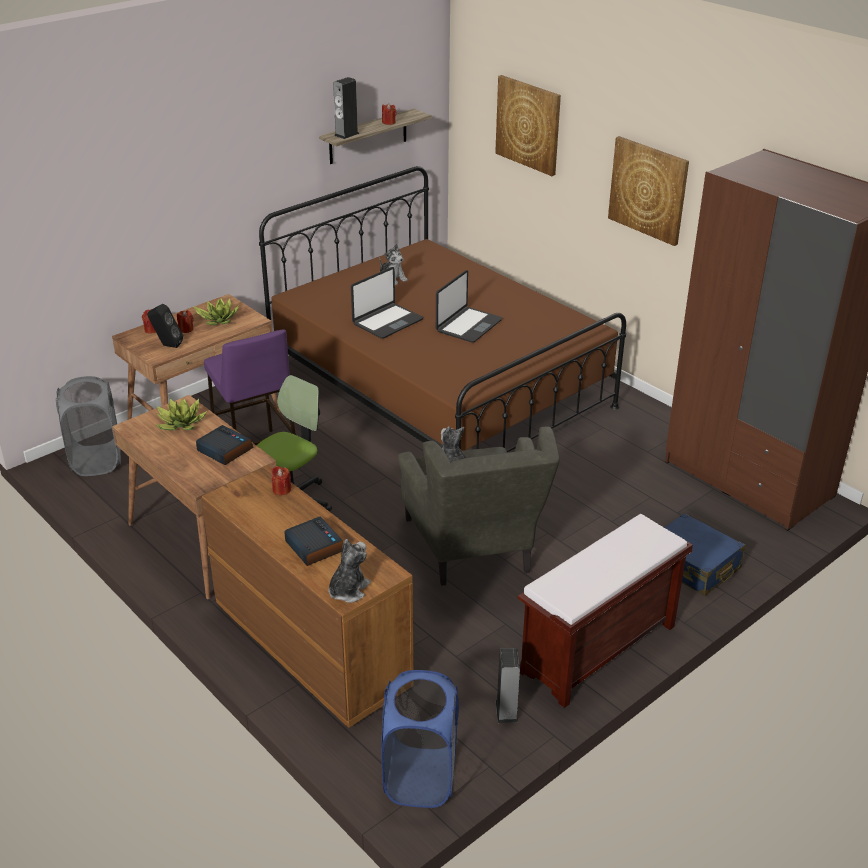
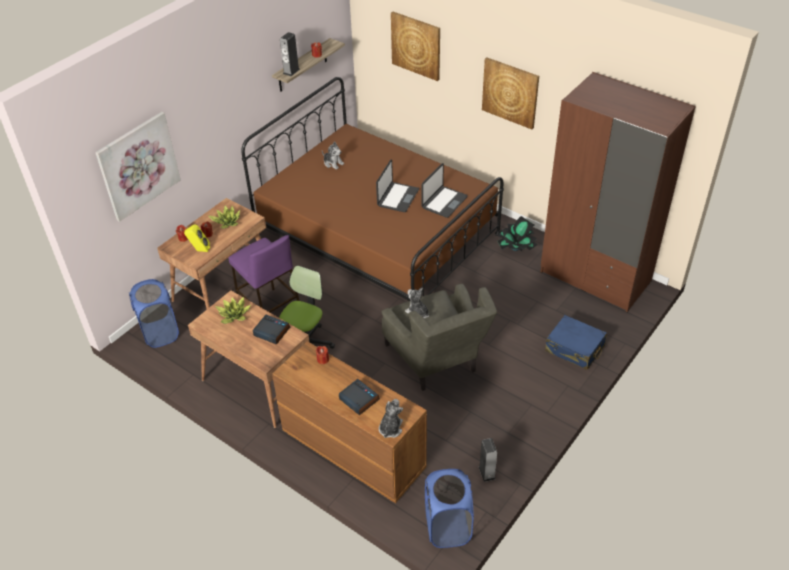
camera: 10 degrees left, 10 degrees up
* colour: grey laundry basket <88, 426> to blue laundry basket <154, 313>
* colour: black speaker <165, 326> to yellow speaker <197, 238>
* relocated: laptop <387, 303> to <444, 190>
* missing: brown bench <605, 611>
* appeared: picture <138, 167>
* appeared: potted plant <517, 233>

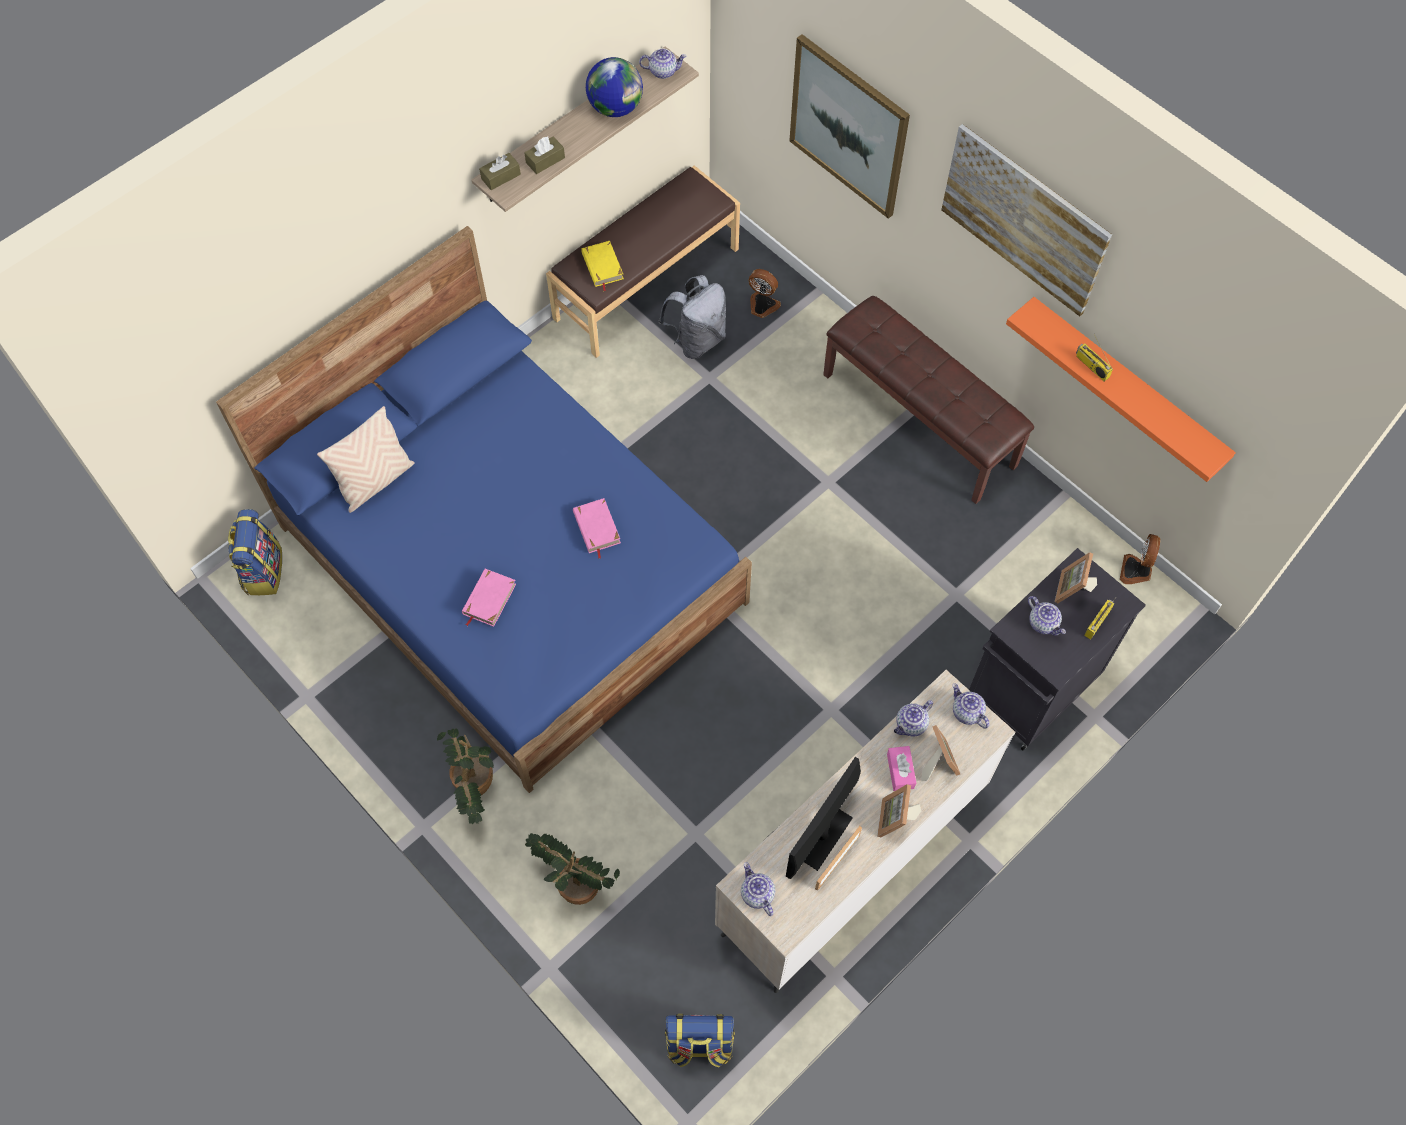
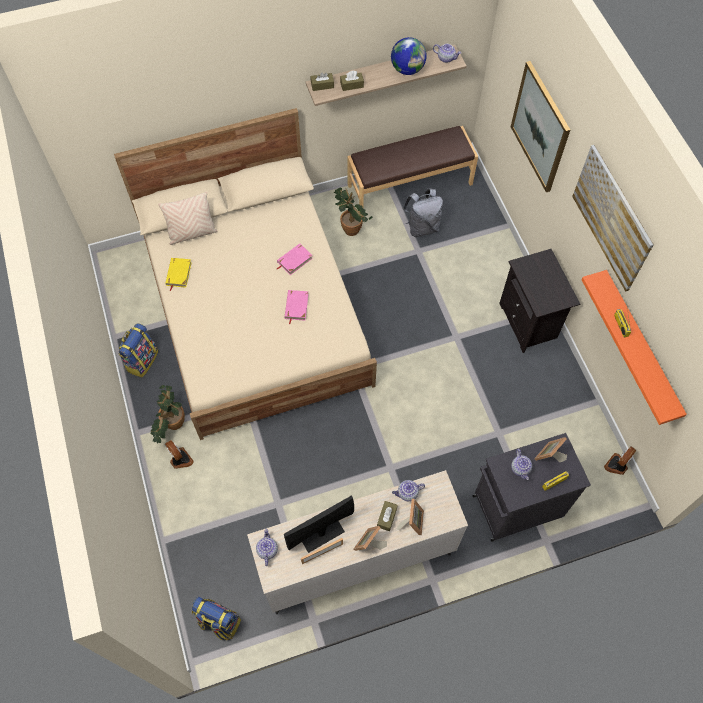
camera: 25 degrees right, 0 degrees up
* colour: blue bed <484, 509> to beige bed <245, 274>
* relocated: backpack <255, 552> to <138, 350>
* relocated: pink book <489, 598> to <294, 259>
* relocated: potted plant <572, 869> to <353, 211>
* relocated: yellow book <602, 266> to <178, 274>
* relocated: fan <765, 293> to <179, 454>
* exchanged: brown bench <928, 400> to black nightstand <539, 301>
* colour: pink tissue box <901, 768> to brown tissue box <387, 516>
* missing: teapot <970, 706>

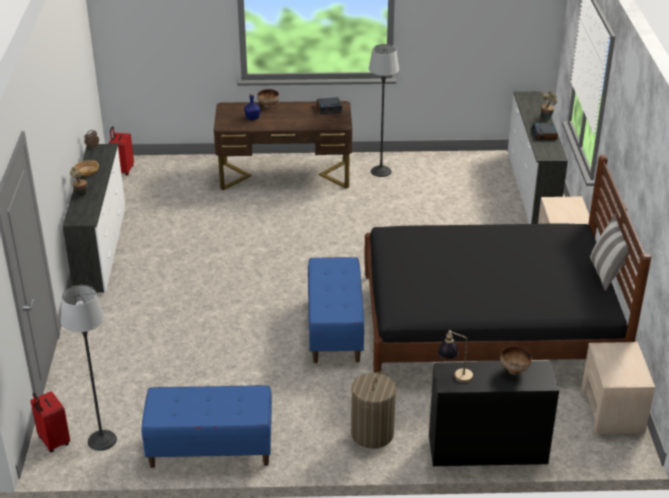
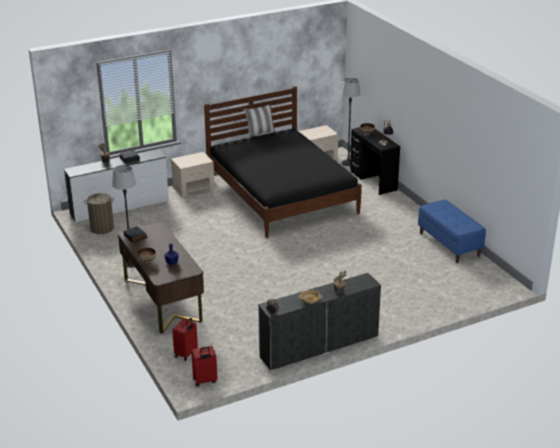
camera: 115 degrees left, 5 degrees down
* relocated: red suitcase <50, 421> to <185, 339>
* relocated: floor lamp <89, 368> to <351, 122>
* missing: blue bench <336, 310>
* relocated: laundry basket <373, 410> to <99, 213>

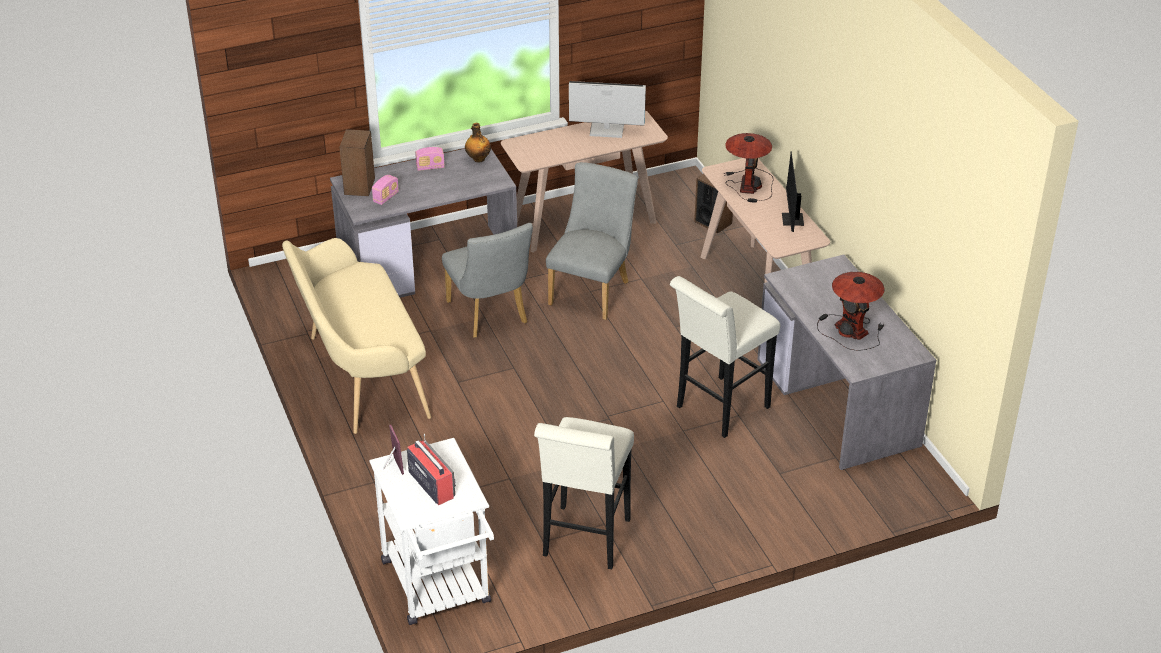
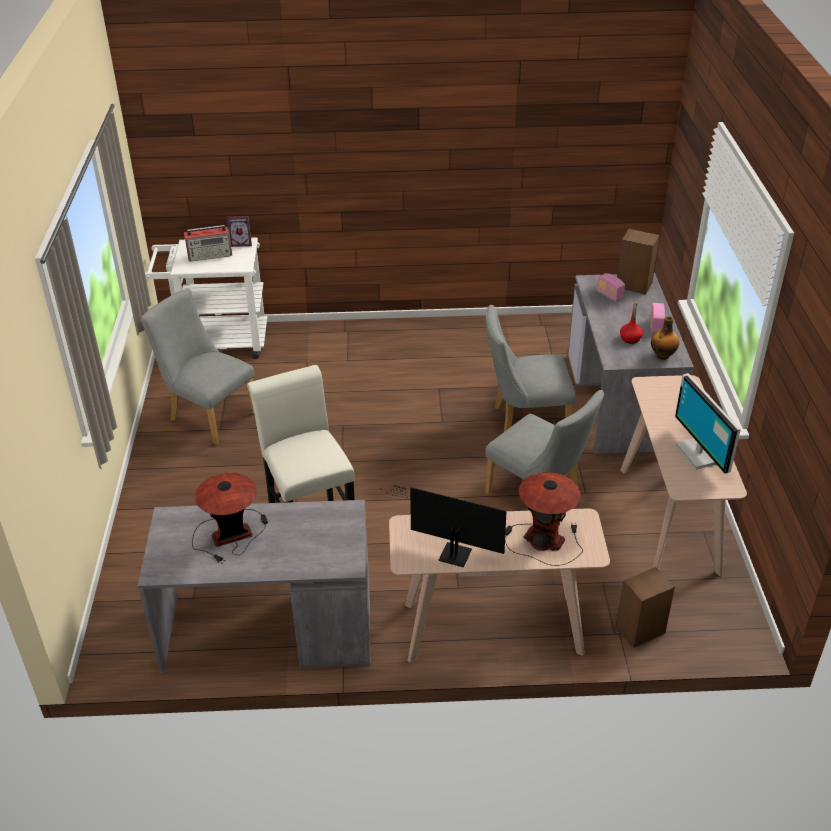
camera: 110 degrees right, 0 degrees up
* missing: beige bench <356, 336>
* exchanged: white stool <584, 493> to grey chair <197, 367>
* spun: monitor <607, 109> = <708, 423> 135 degrees clockwise
* appeared: red bottle <631, 322>

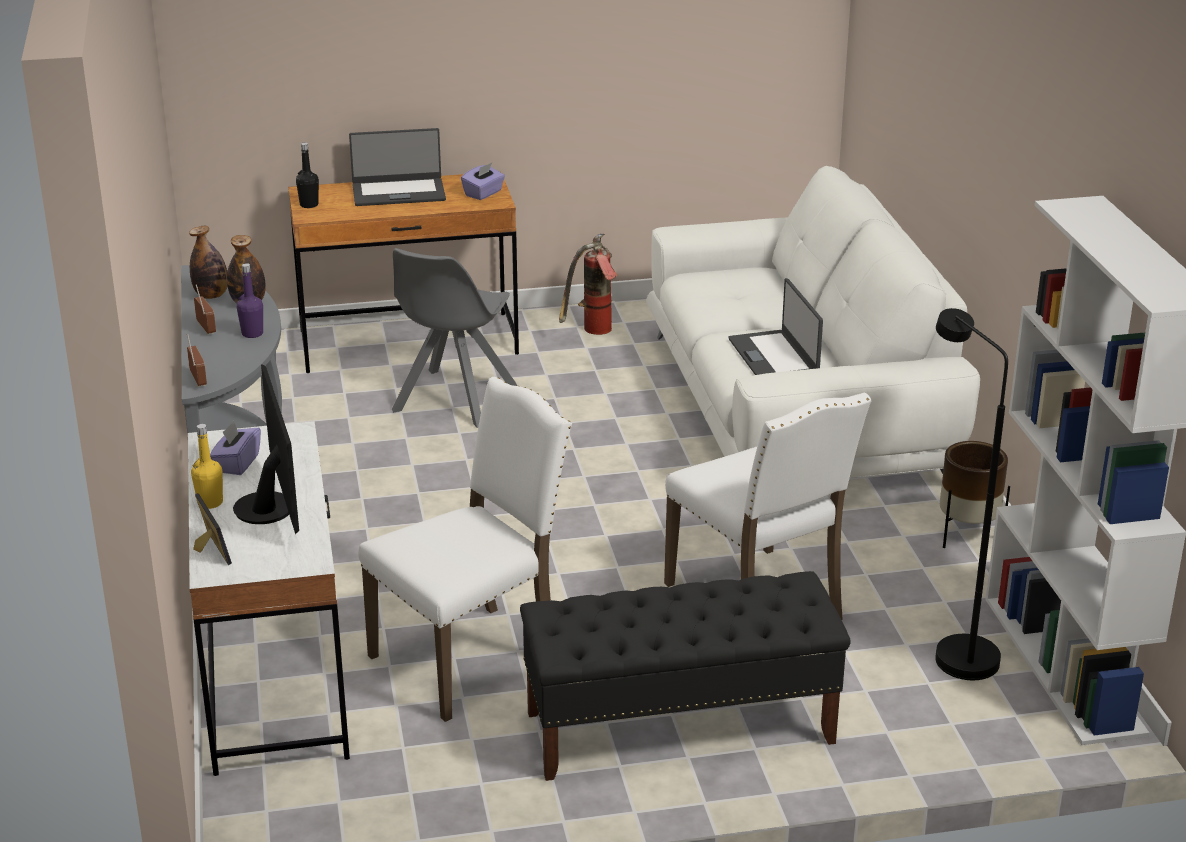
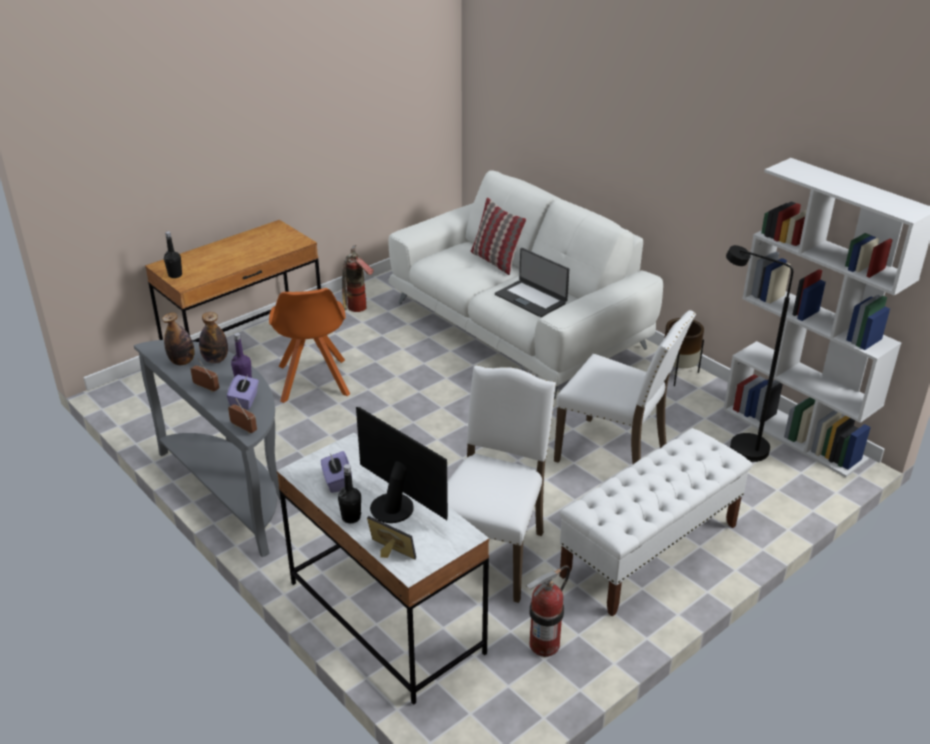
camera: 30 degrees left, 5 degrees up
* colour: yellow bottle <207, 466> to black bottle <349, 494>
* missing: laptop <397, 167>
* colour: grey chair <454, 338> to orange chair <309, 345>
* relocated: purple tissue box <483, 181> to <243, 392>
* colour: black bench <685, 676> to white bench <656, 522>
* appeared: pillow <498, 236>
* appeared: fire extinguisher <548, 611>

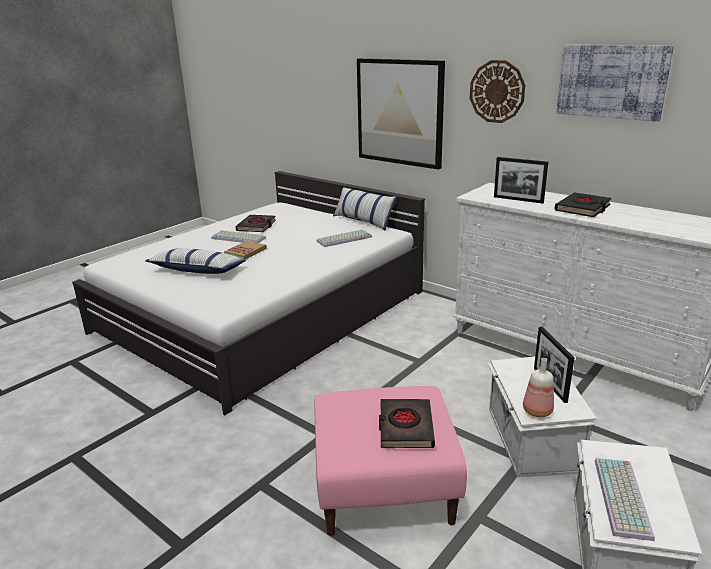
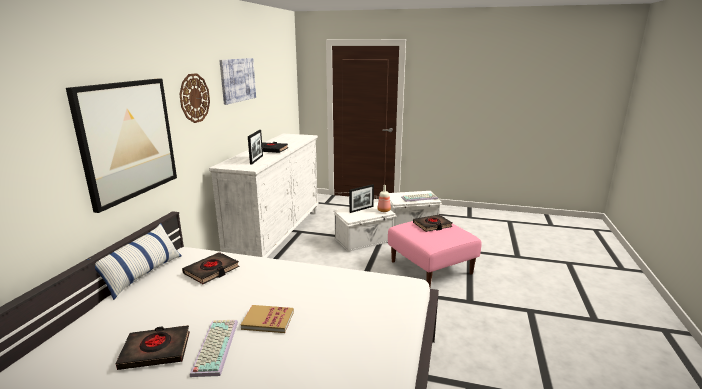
camera: 115 degrees left, 5 degrees down
* missing: pillow <195, 261>
* exchanged: keyboard <344, 238> to black book <210, 268>

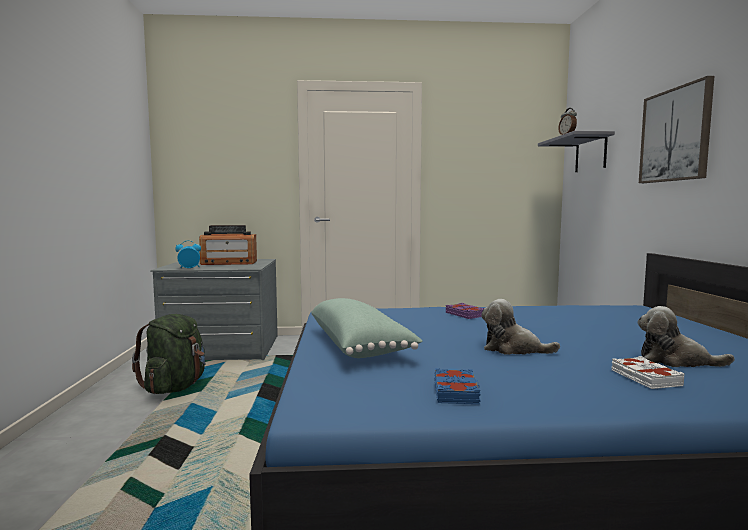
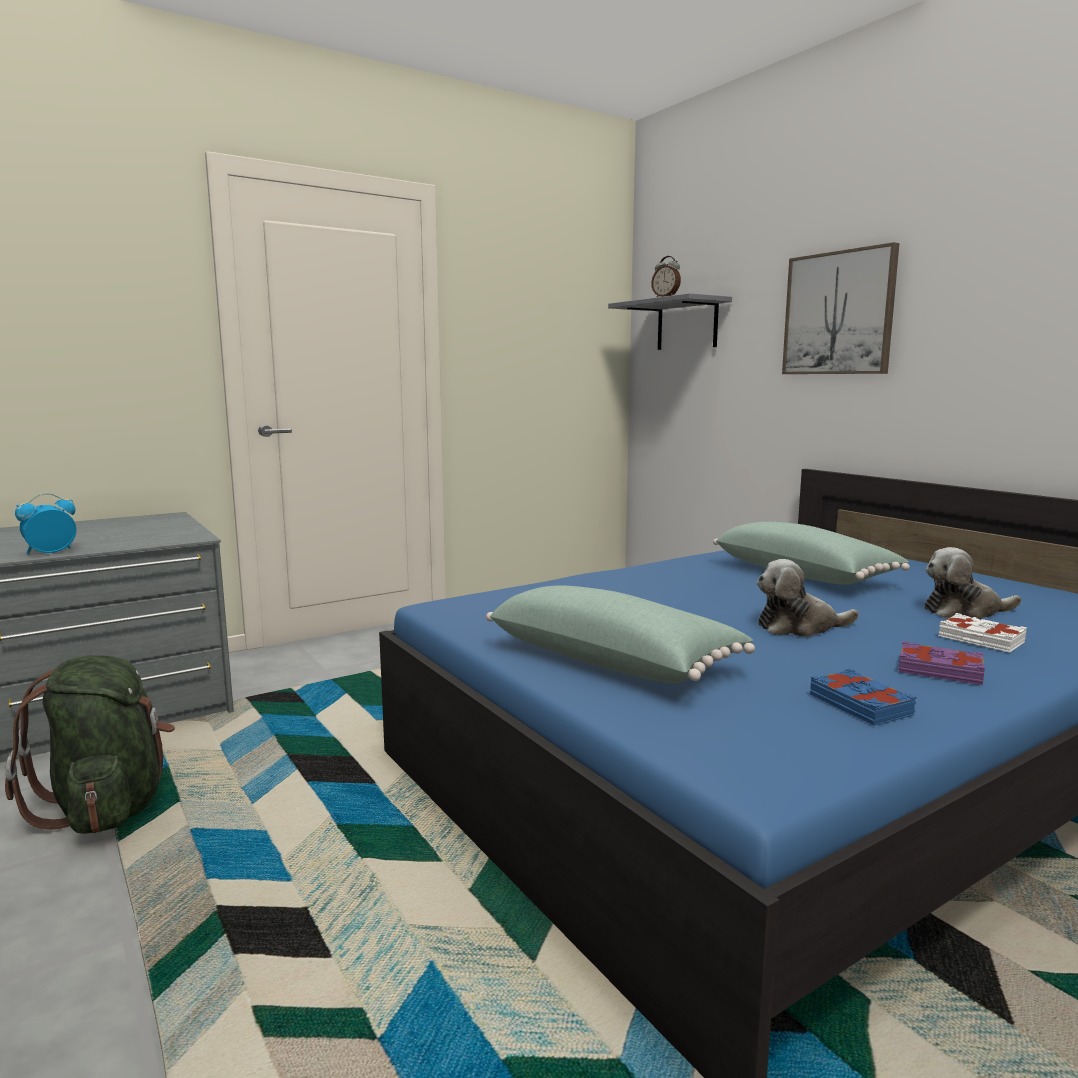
camera: 30 degrees left, 5 degrees up
* missing: radio <228, 245>
* relocated: purple book <465, 311> to <942, 663>
* appeared: green pillow <811, 553>

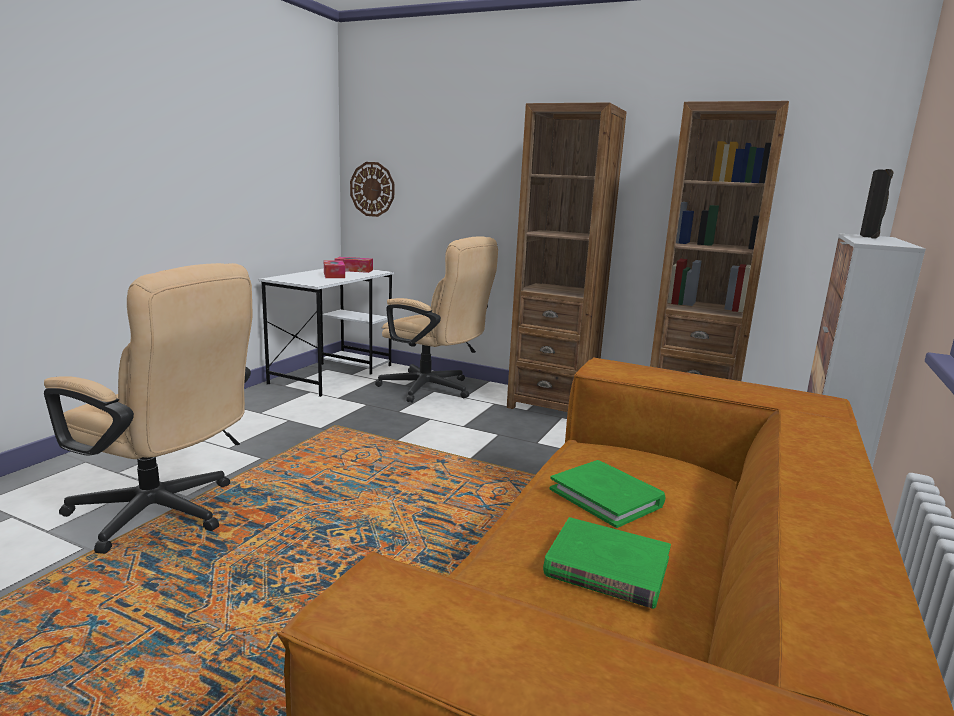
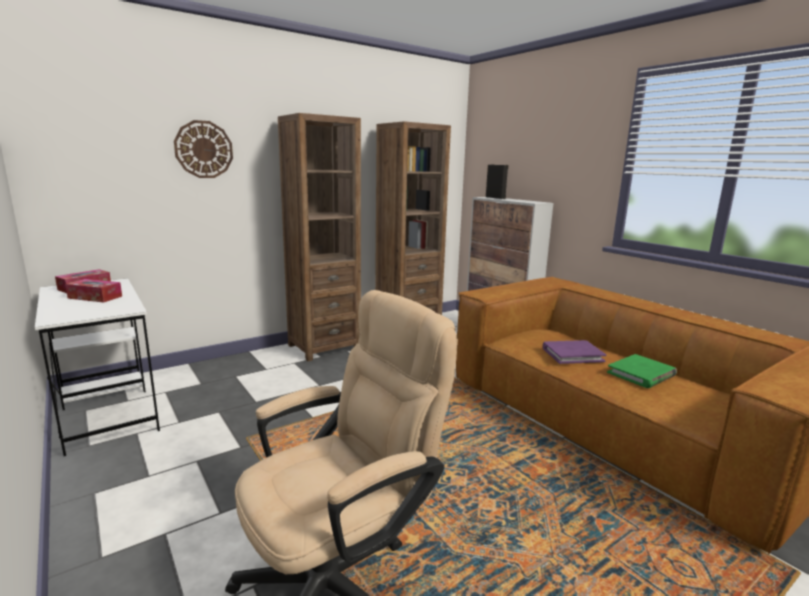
camera: 60 degrees left, 0 degrees up
* relocated: wall clock <372, 189> to <203, 149>
* missing: beige office chair <436, 319>
* colour: green book <607, 494> to purple book <574, 352>

